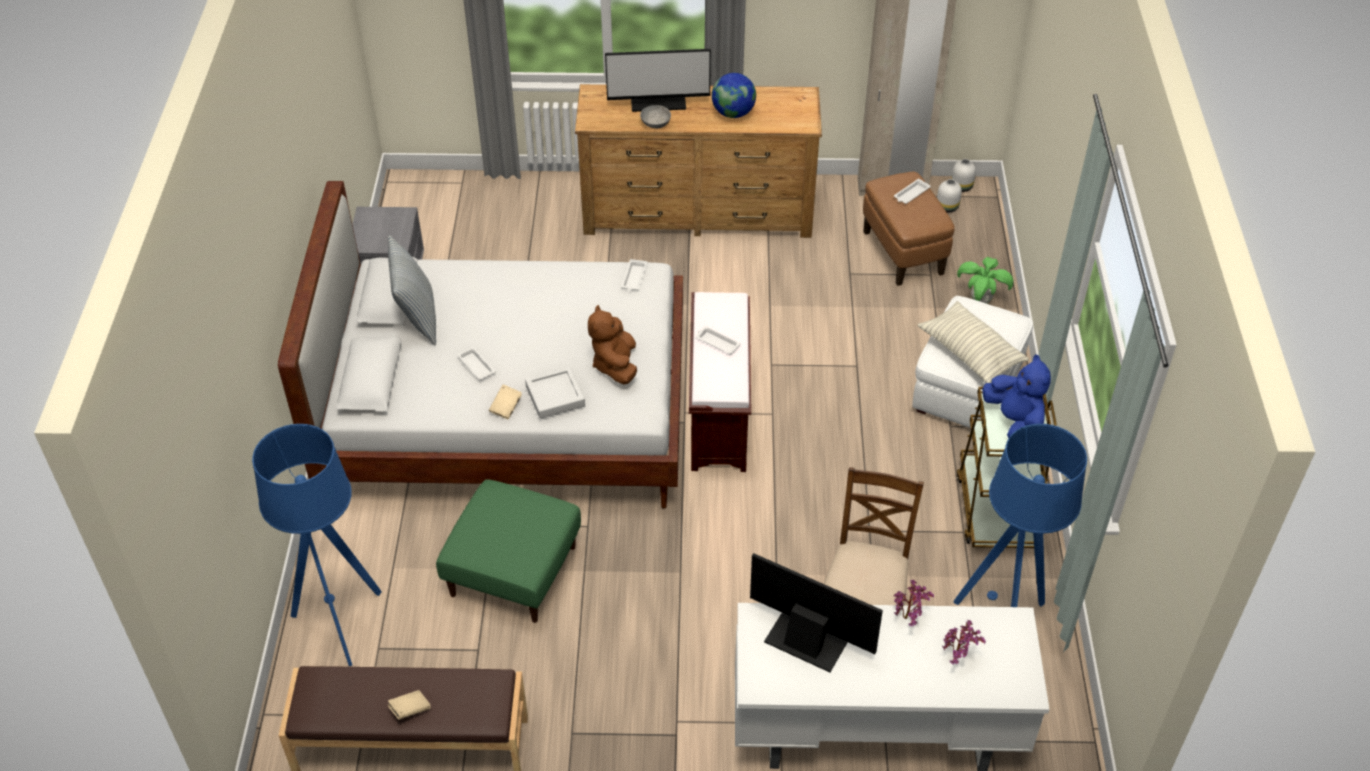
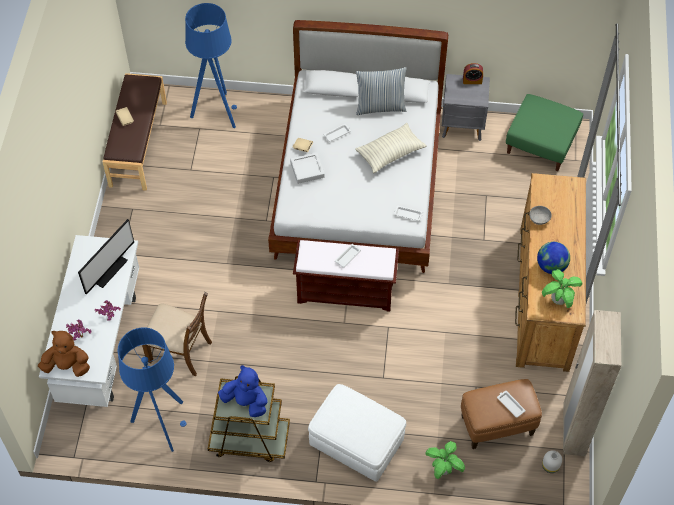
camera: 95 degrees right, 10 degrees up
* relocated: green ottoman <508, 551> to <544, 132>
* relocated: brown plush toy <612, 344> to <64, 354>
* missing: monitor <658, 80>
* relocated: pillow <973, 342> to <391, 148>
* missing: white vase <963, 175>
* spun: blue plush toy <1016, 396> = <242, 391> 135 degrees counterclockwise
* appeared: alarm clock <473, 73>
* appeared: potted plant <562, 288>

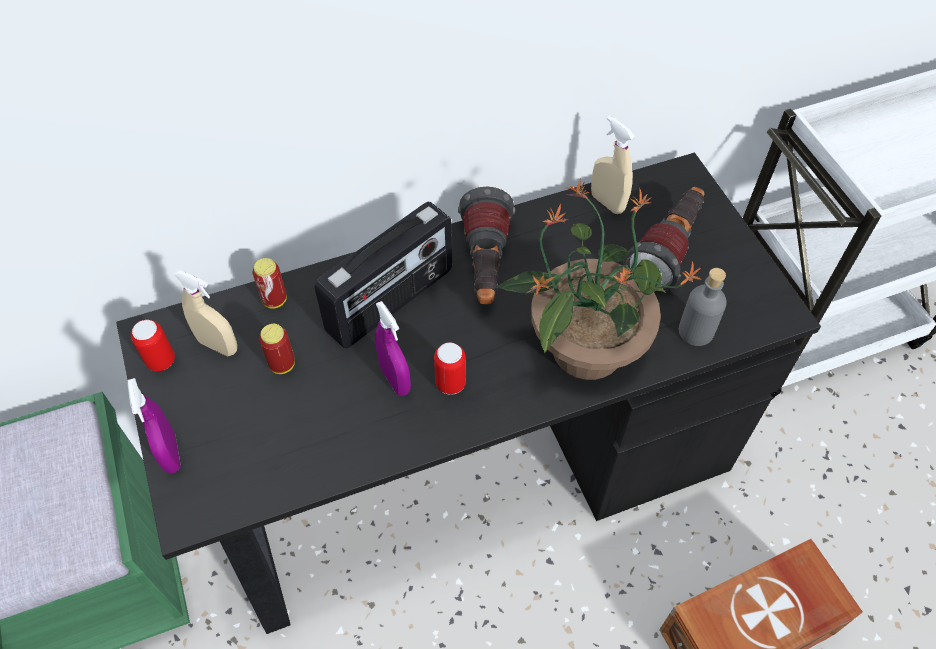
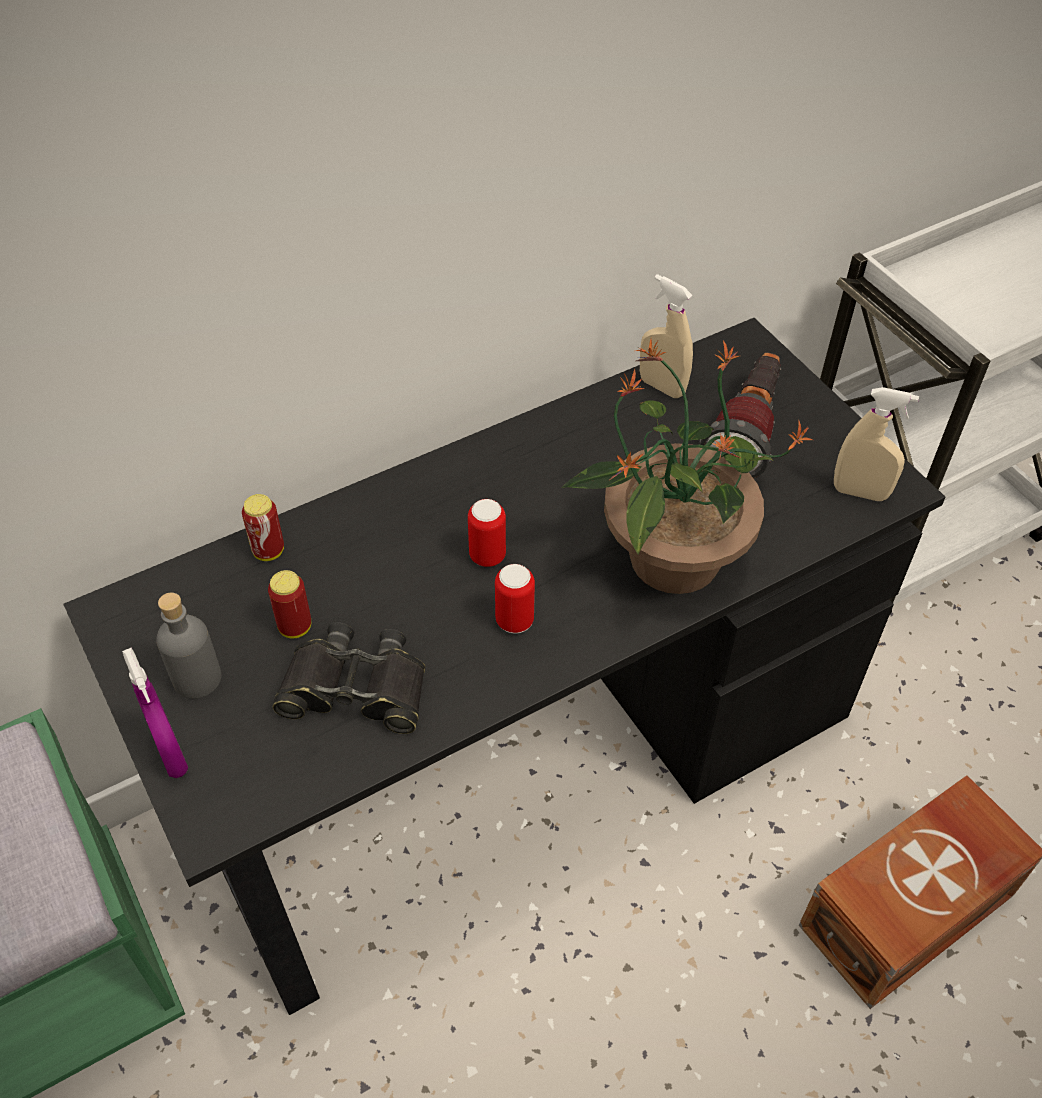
camera: 10 degrees left, 5 degrees down
* relocated: can <153, 345> to <487, 533>
* relocated: beige spray bottle <205, 313> to <876, 444>
* missing: radio <383, 275>
* missing: purple spray bottle <393, 348>
* missing: flashlight <486, 245>
* relocated: grey bottle <703, 307> to <188, 646>
* appeared: black binoculars <349, 678>

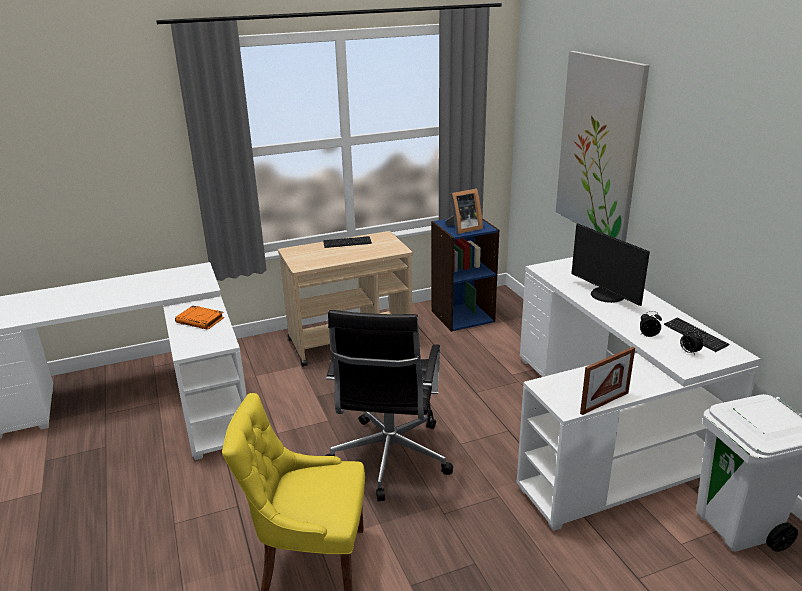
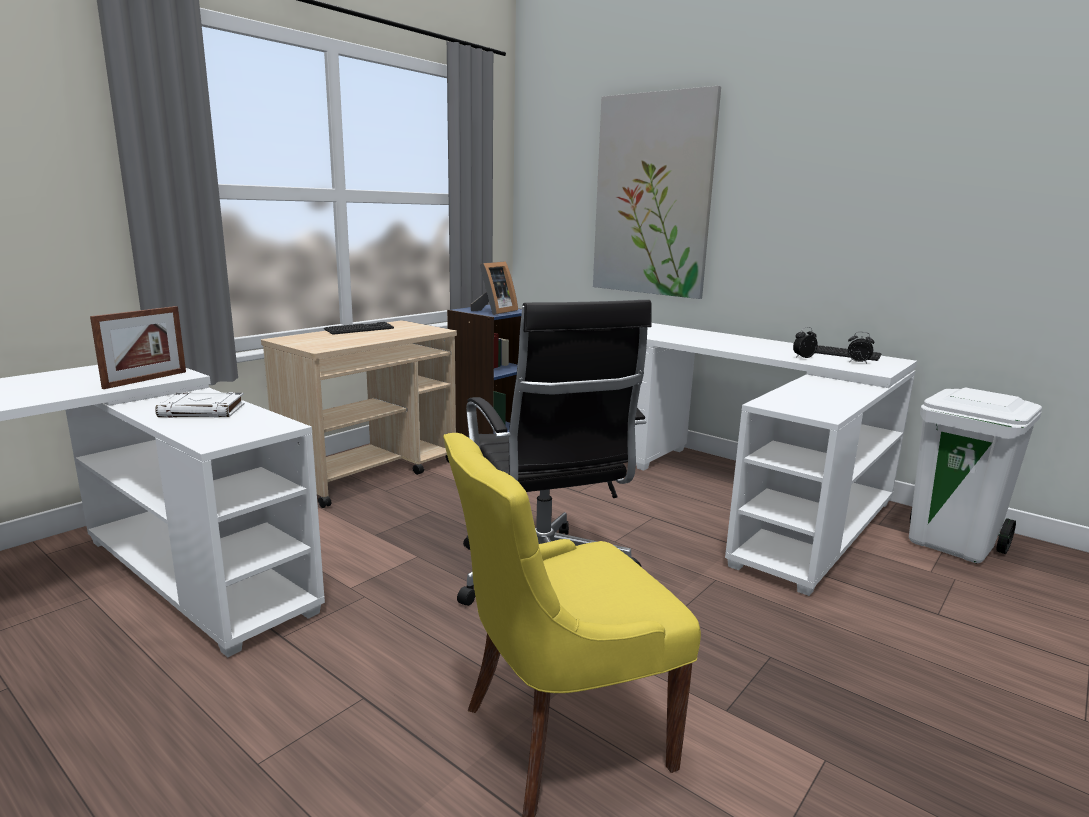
camera: 30 degrees left, 10 degrees down
* colour: orange book <199, 318> to white book <200, 405>
* missing: monitor <610, 264>
* relocated: picture frame <607, 381> to <138, 347>

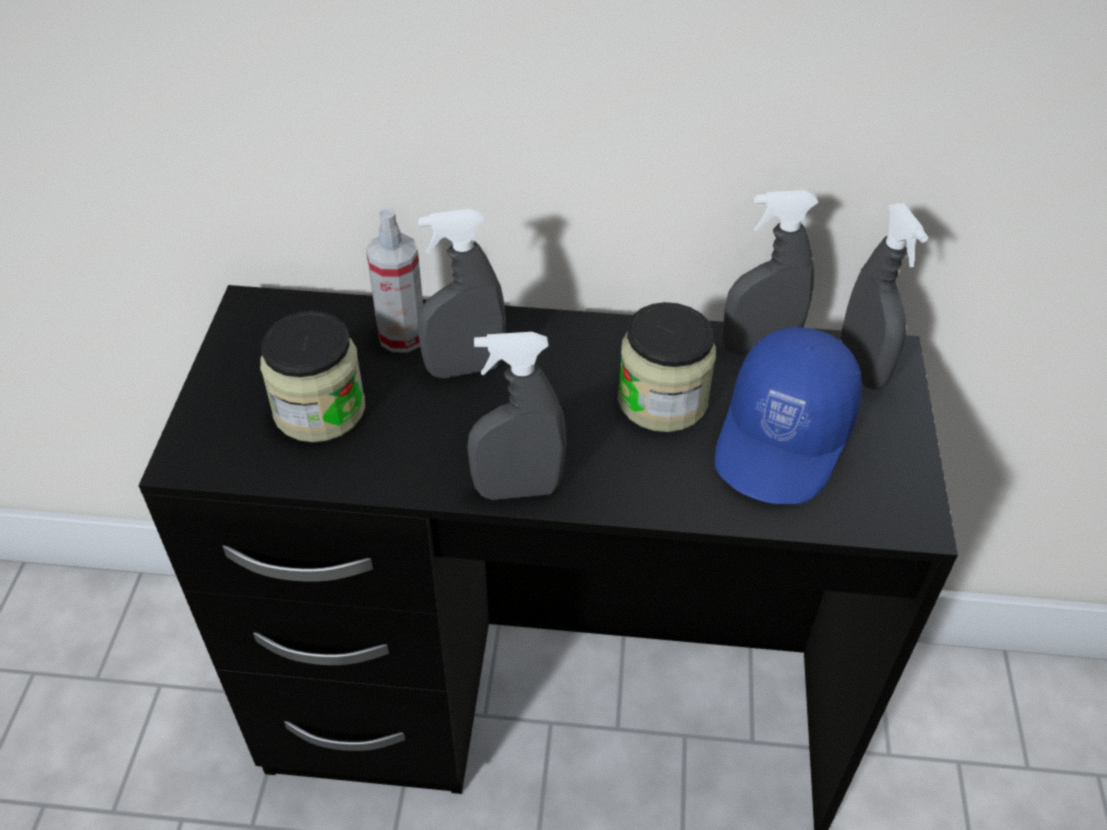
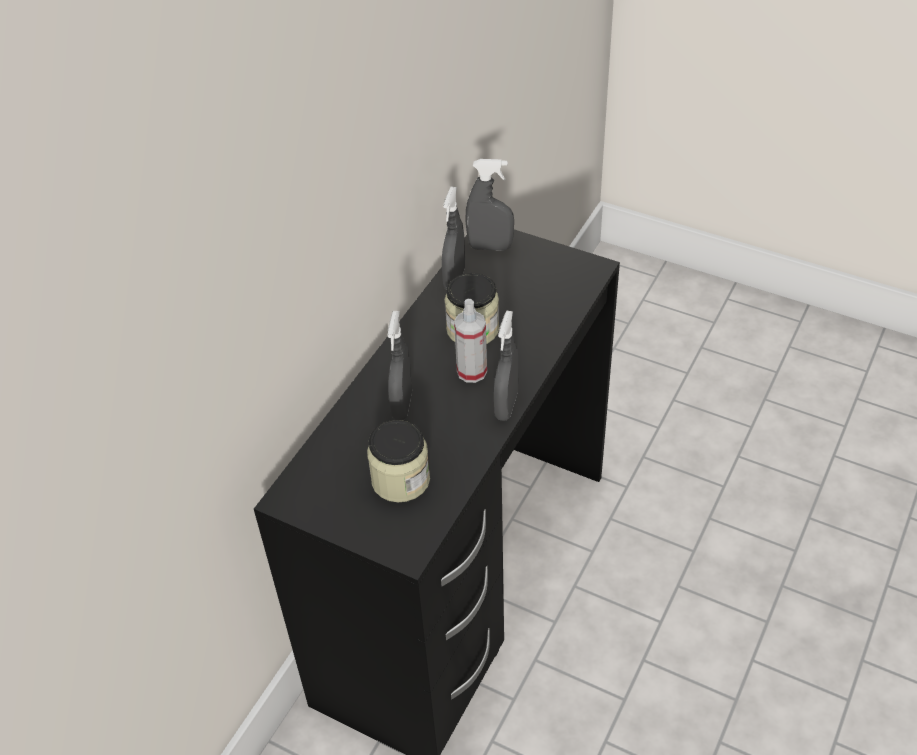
camera: 65 degrees left, 0 degrees up
* relocated: spray bottle <394, 280> to <470, 341>
* missing: blue cap <788, 415>

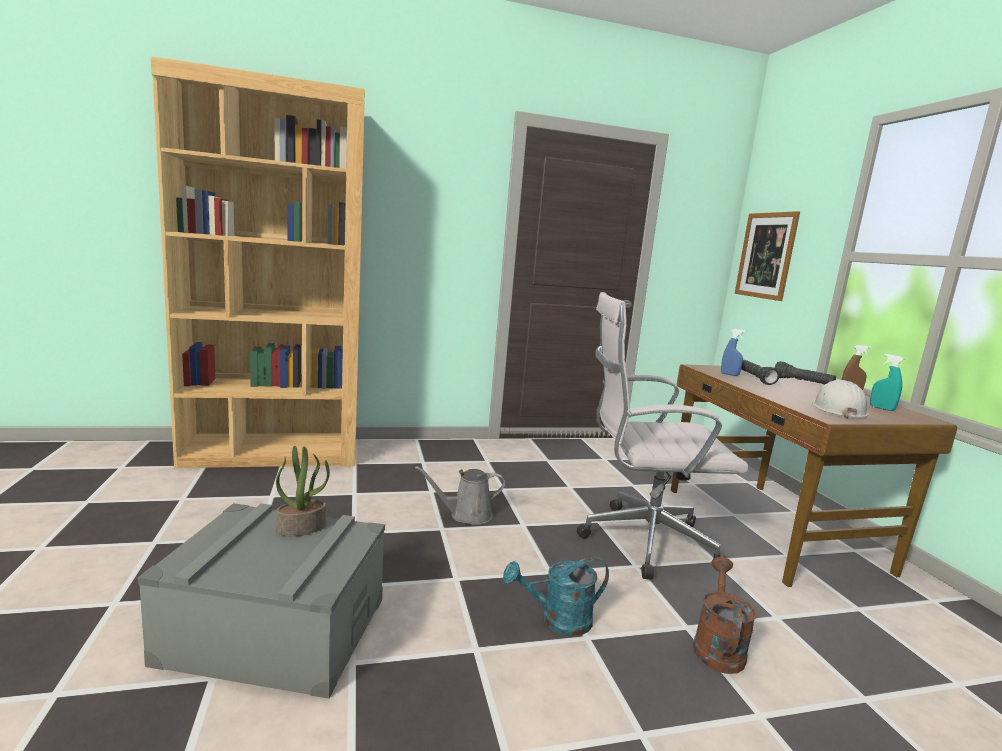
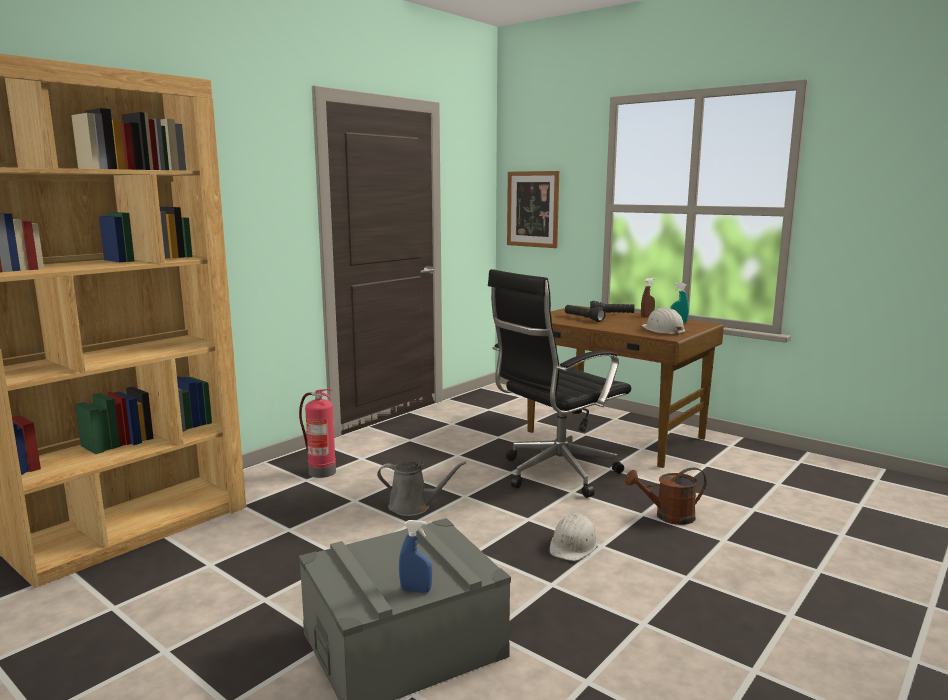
camera: 35 degrees left, 0 degrees up
* missing: potted plant <303, 491>
* spun: grey watering can <460, 495> = <421, 488> 120 degrees counterclockwise
* exchanged: turquoise watering can <556, 596> to white hard hat <574, 537>
* colour: white office chair <663, 436> to black office chair <559, 383>
* spun: brown watering can <725, 615> = <666, 496> 75 degrees counterclockwise
* relocated: blue spray bottle <733, 352> to <415, 556>
* appeared: fire extinguisher <317, 433>

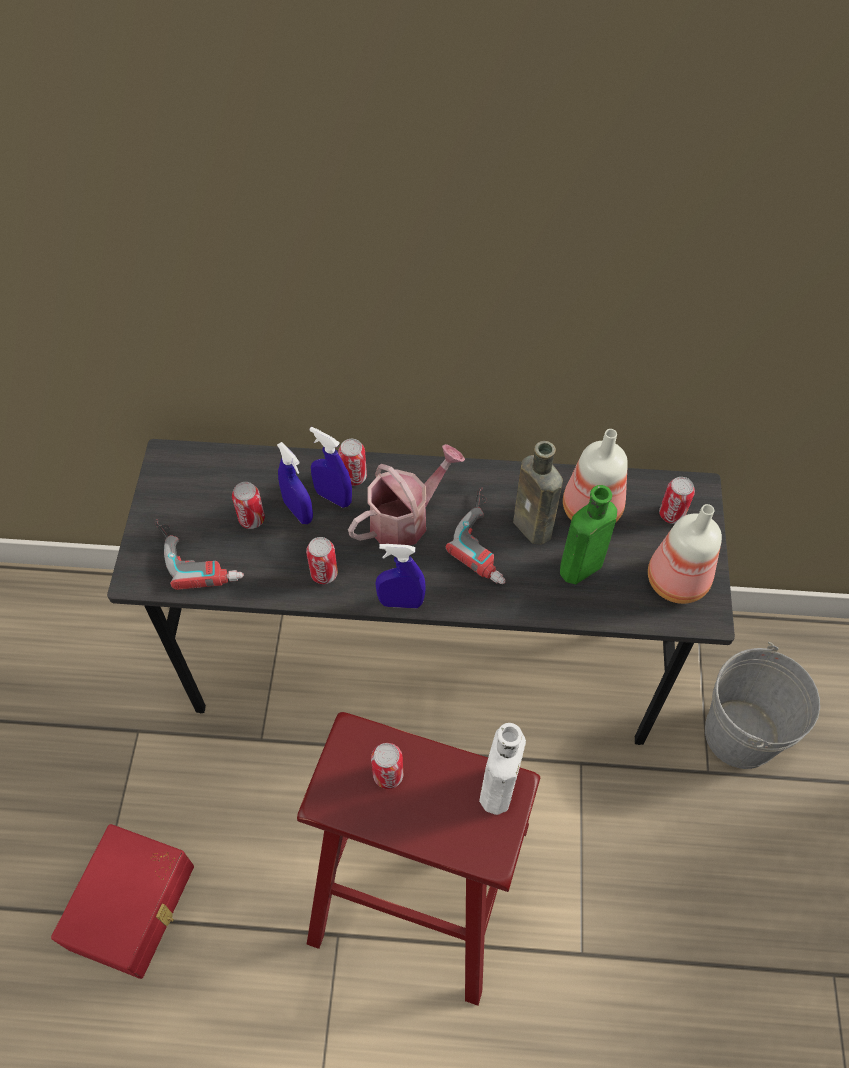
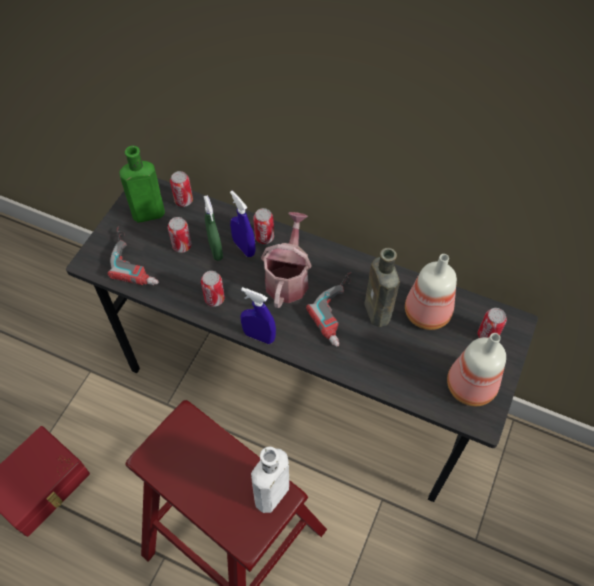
camera: 20 degrees right, 0 degrees up
* colour: blue spray bottle <295, 483> to green spray bottle <213, 228>
* spun: watering can <406, 495> = <286, 260> 60 degrees counterclockwise
* relocated: can <387, 766> to <181, 189>
* relocated: green bottle <588, 534> to <142, 184>
* missing: grey bucket <762, 705>

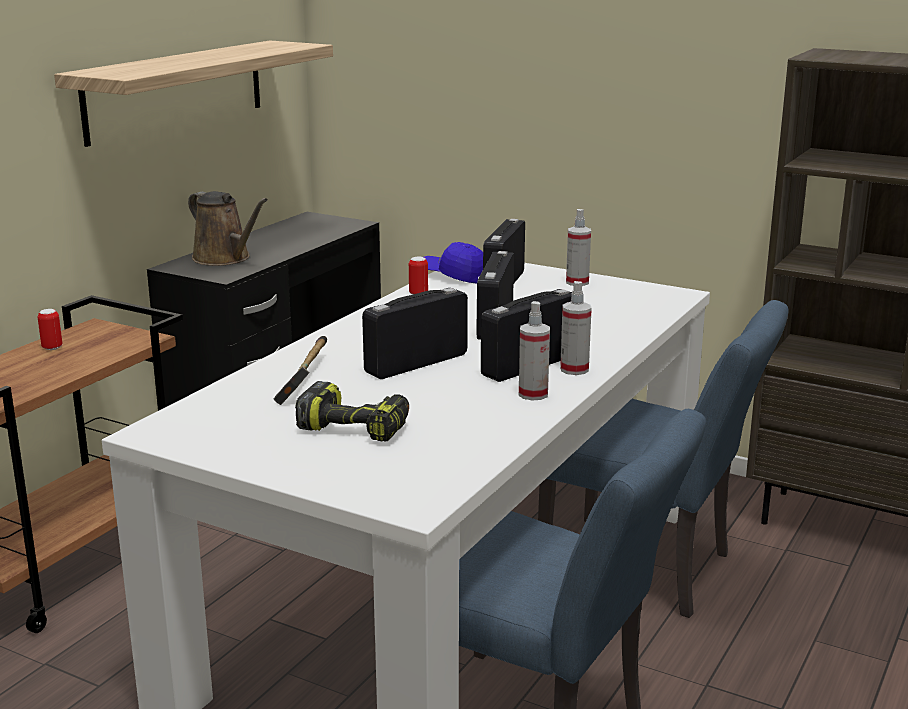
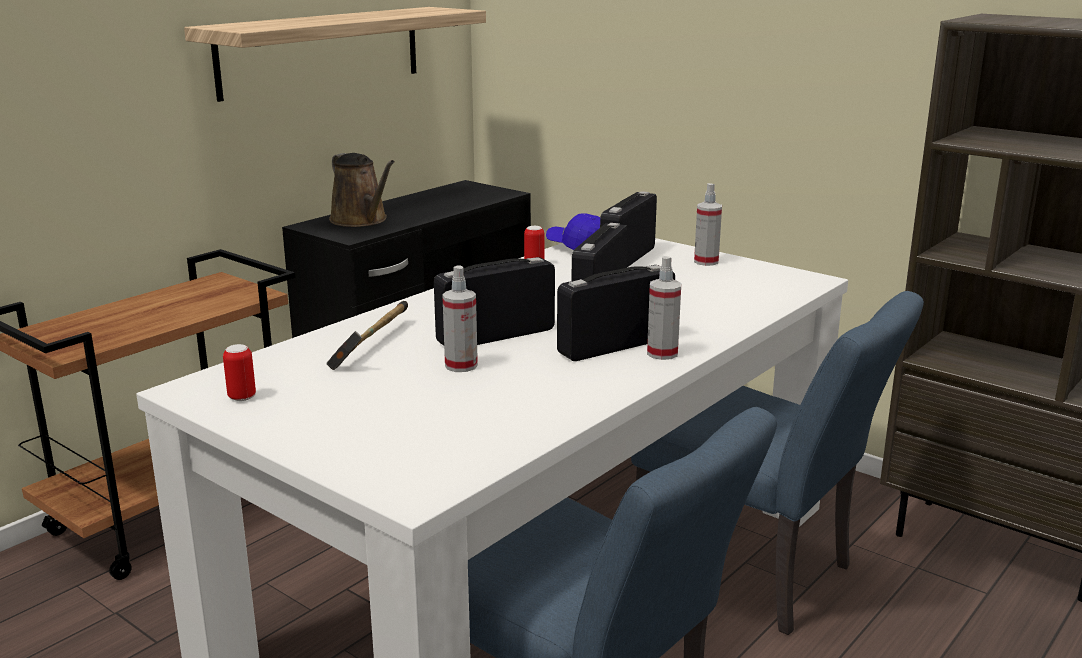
camera: 10 degrees right, 0 degrees up
* relocated: can <50, 329> to <239, 372>
* missing: power drill <352, 411>
* relocated: spray bottle <534, 351> to <460, 318>

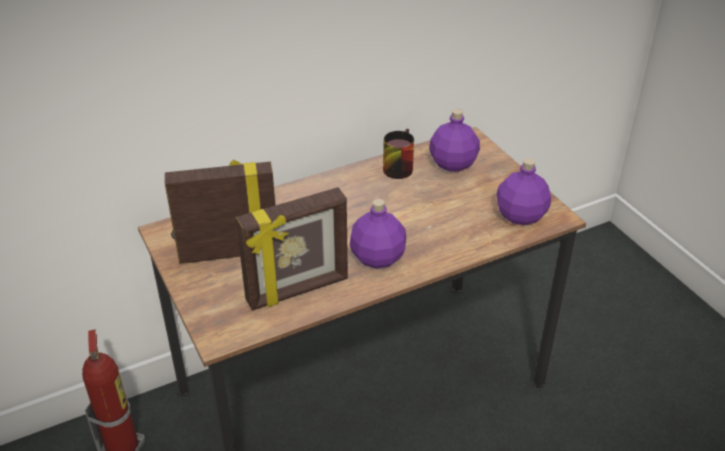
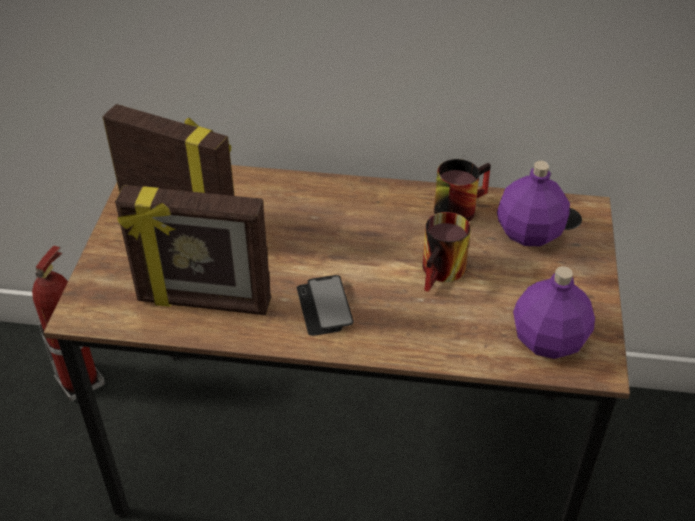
camera: 35 degrees right, 5 degrees up
* exchanged: purple bottle <378, 234> to phone <325, 305>
* appeared: mug <447, 252>

